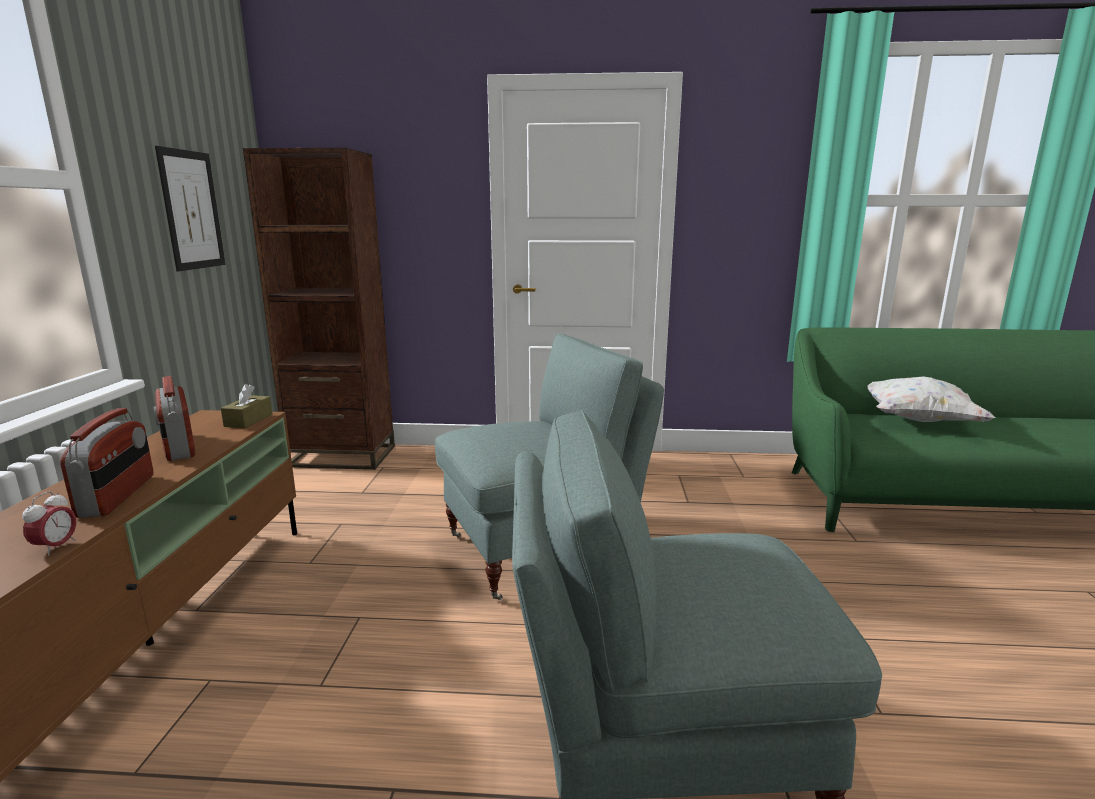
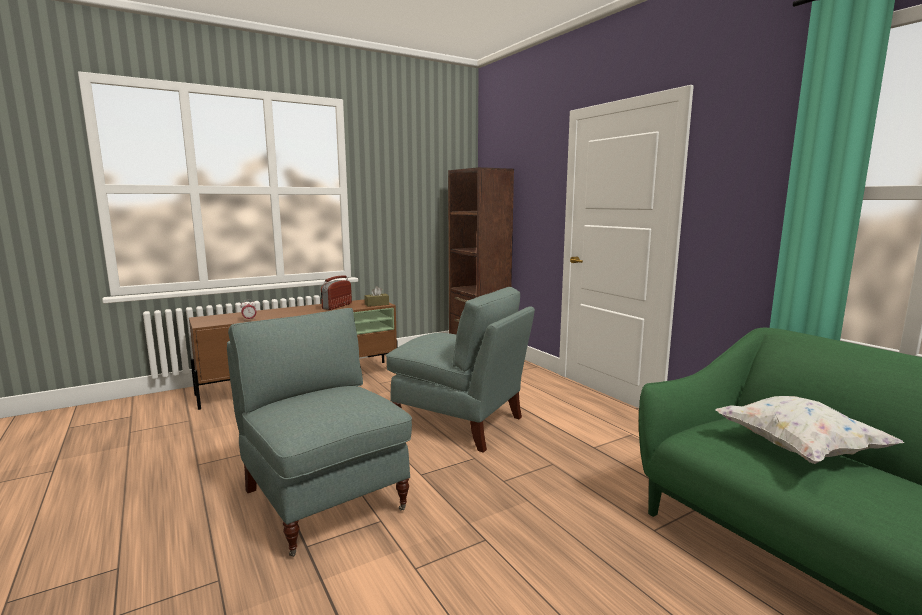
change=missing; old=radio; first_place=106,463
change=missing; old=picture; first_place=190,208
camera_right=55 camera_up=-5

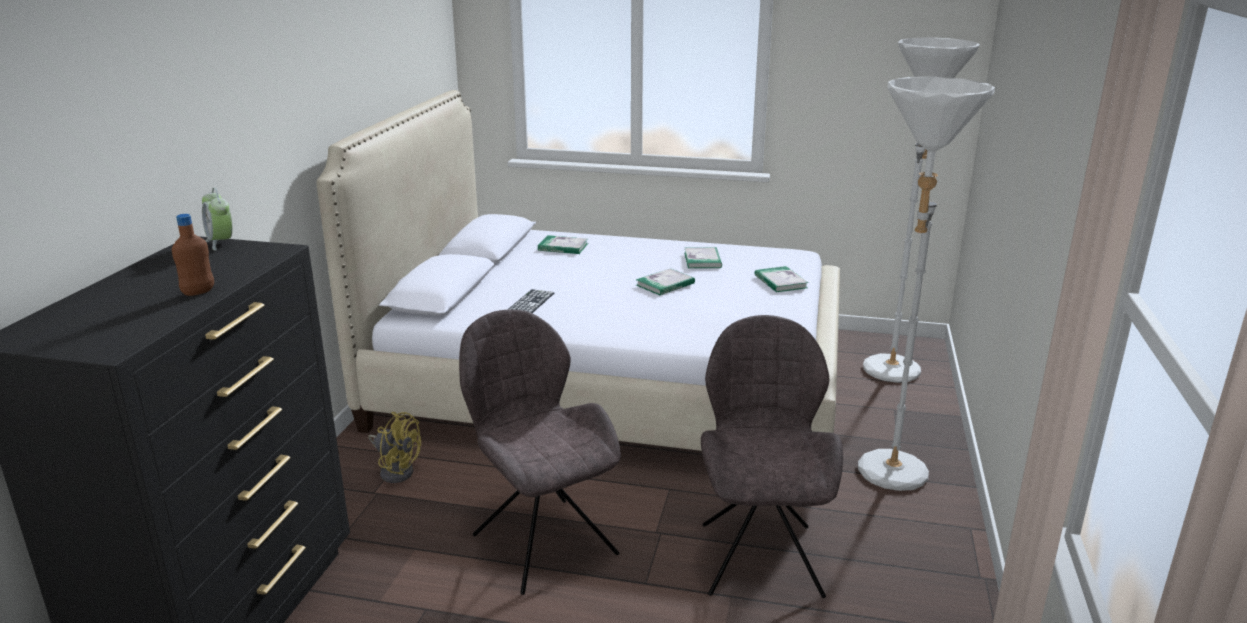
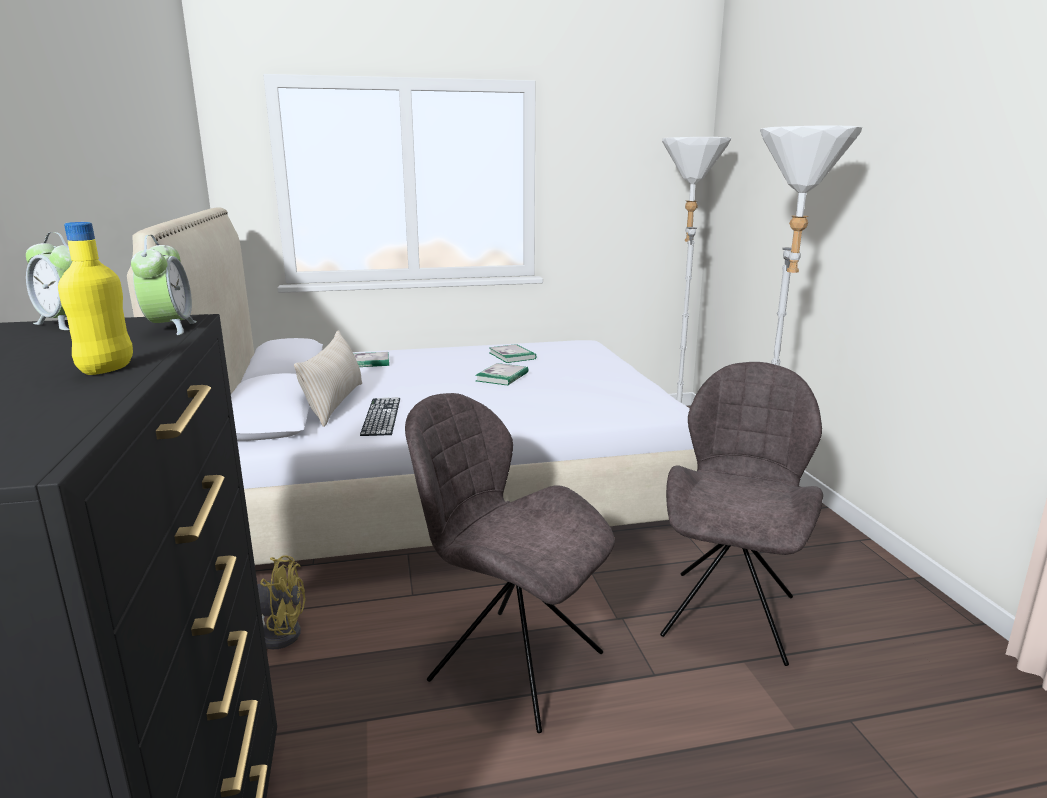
change=colour; old=bottle/brown; new=bottle/yellow; first_place=193,255; second_place=95,298
change=appeared; new=alarm clock; second_place=164,285
change=appeared; new=pillow/beige; second_place=328,378
change=spun; old=chair/grey; first_place=772,456; second_place=741,514; degrees=45
change=missing; old=book; first_place=782,279
camera_right=-25 camera_up=-5

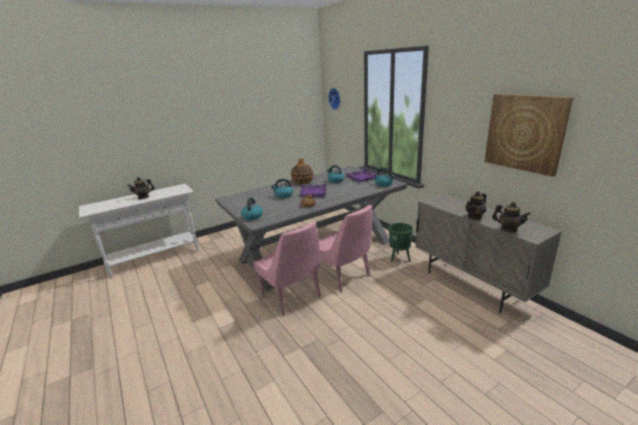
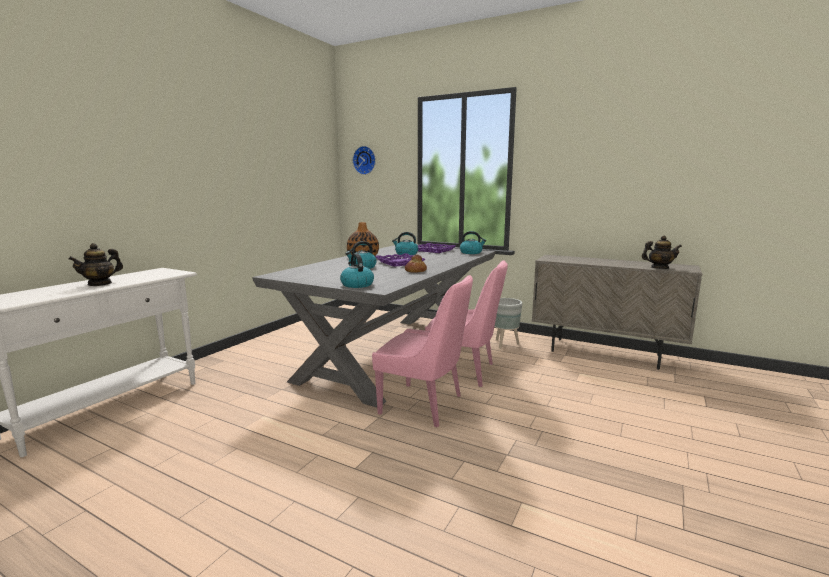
change=colour; old=planter/green; new=planter/grey; first_place=401,242; second_place=508,323
change=missing; old=teapot; first_place=476,205
change=missing; old=picture; first_place=529,135
camera_right=-30 camera_up=-10

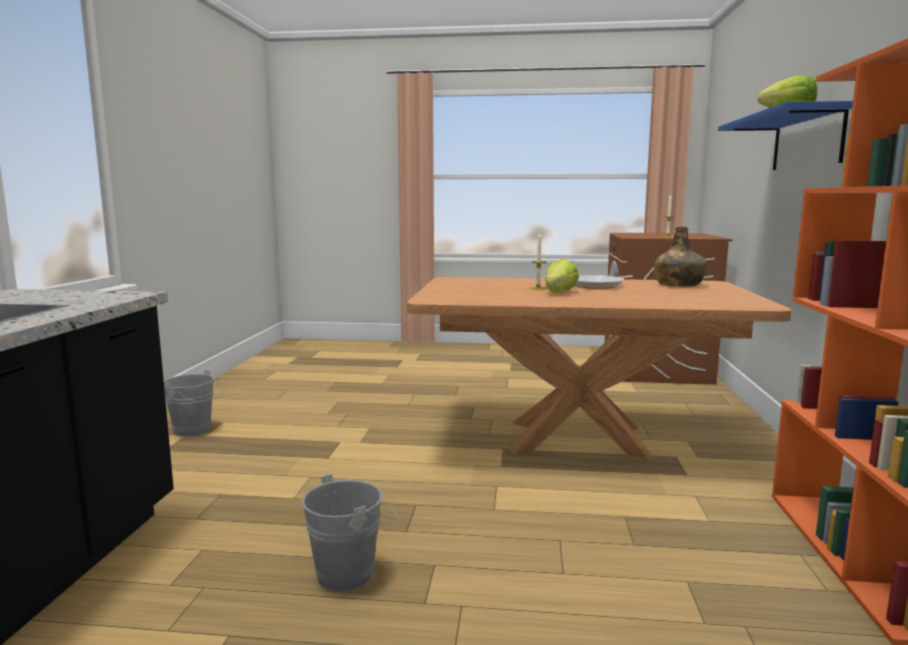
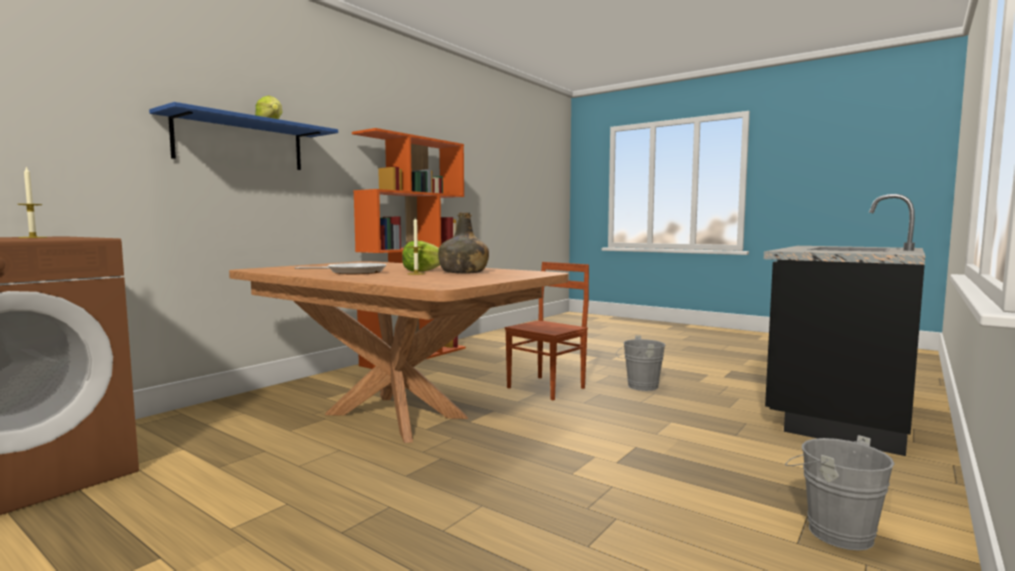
change=relocated; old=bottle/green; first_place=680,257; second_place=463,243
change=appeared; new=chair/brown; second_place=547,331
camera_right=-150 camera_up=-5

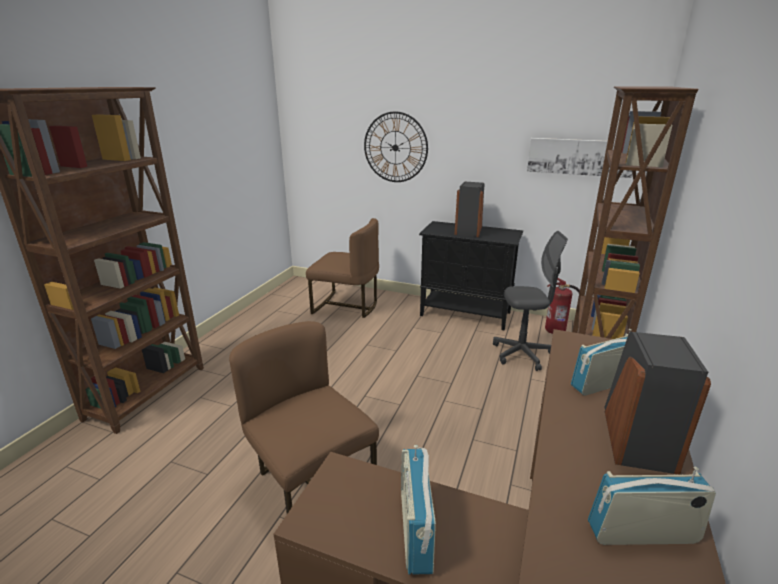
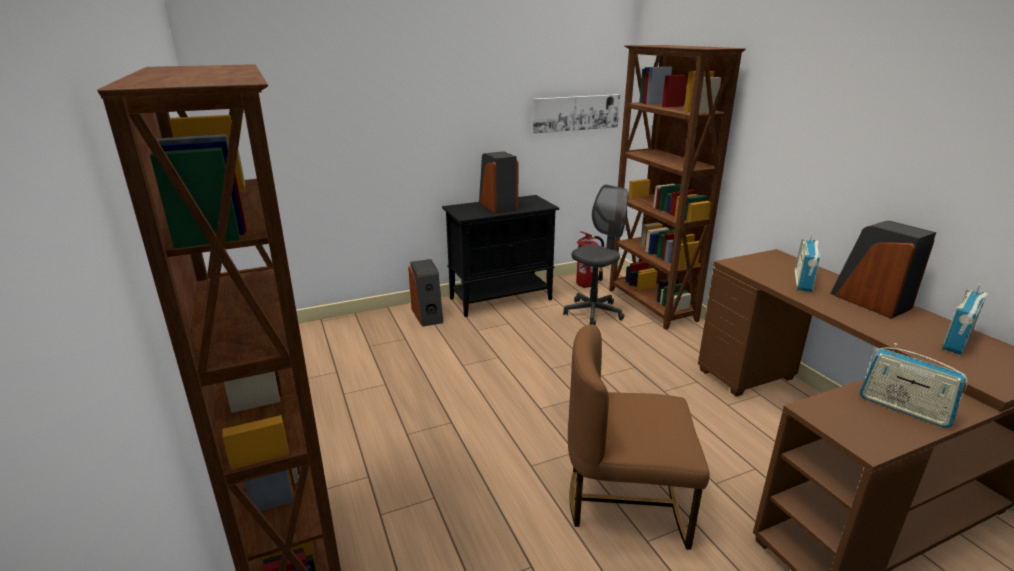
change=appeared; new=speaker; second_place=425,293
change=missing; old=chair/brown; first_place=342,268
change=missing; old=wall clock; first_place=396,146
camera_right=-45 camera_up=0

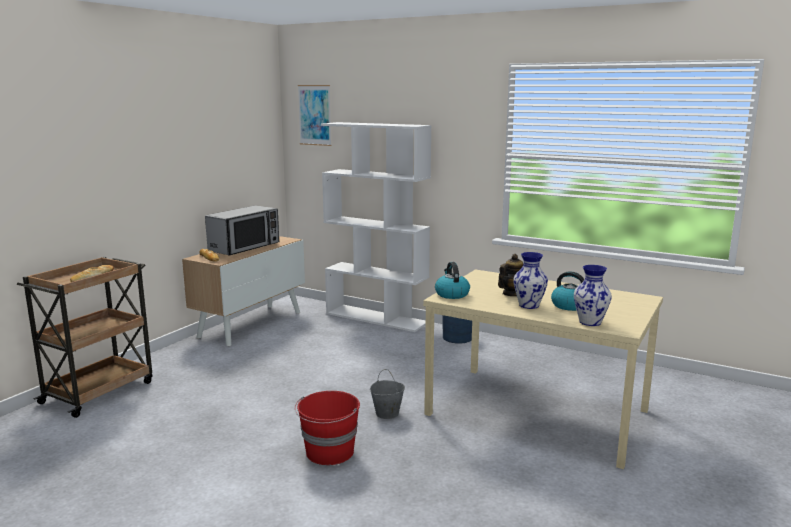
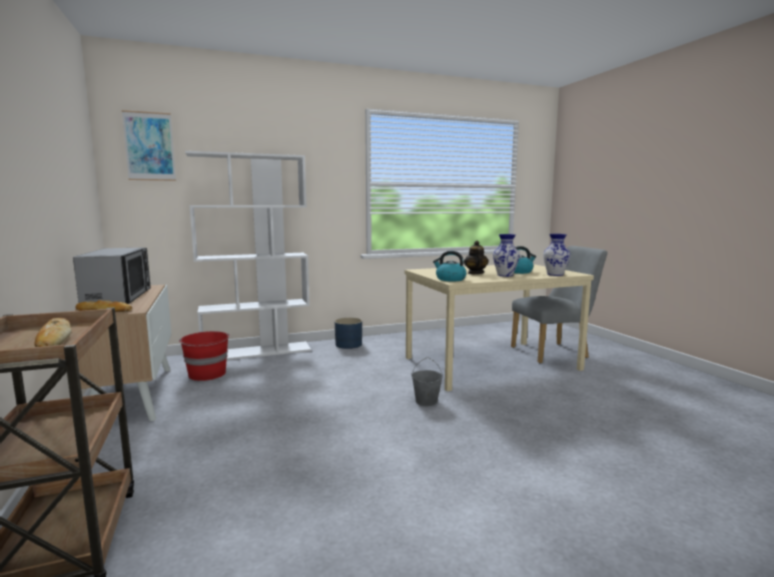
change=relocated; old=bucket/red; first_place=327,428; second_place=204,356
change=appeared; new=chair/grey; second_place=559,305
camera_right=-50 camera_up=-5

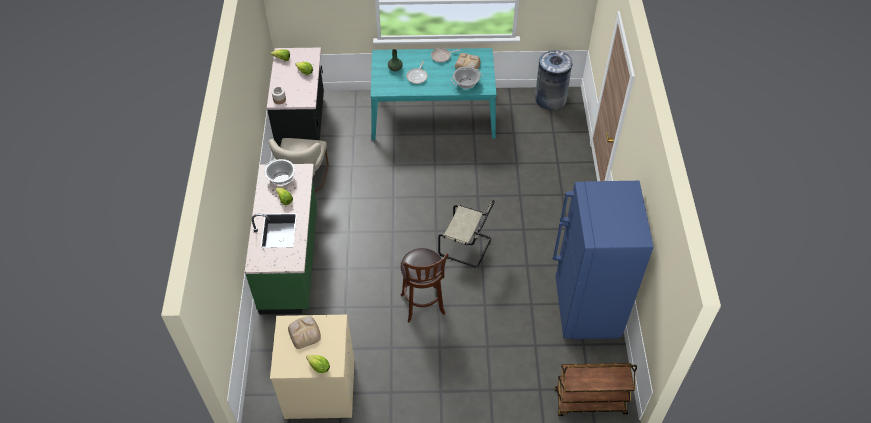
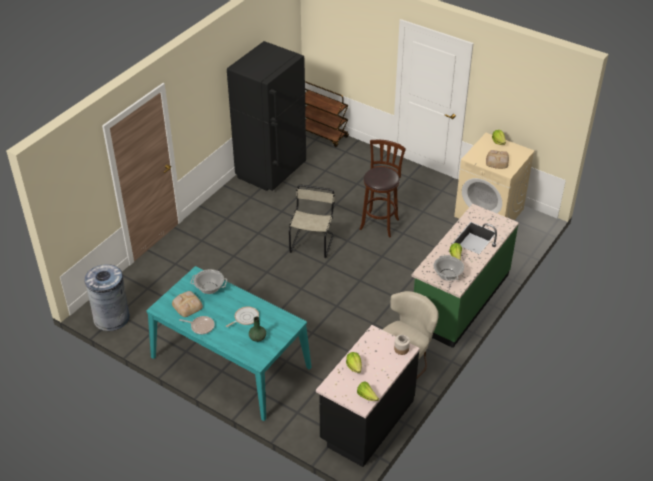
change=colour; old=fridge/blue; new=fridge/black; first_place=603,260; second_place=266,116
change=spun; old=chair/beige; first_place=466,233; second_place=312,221; degrees=45
camera_right=-145 camera_up=-10

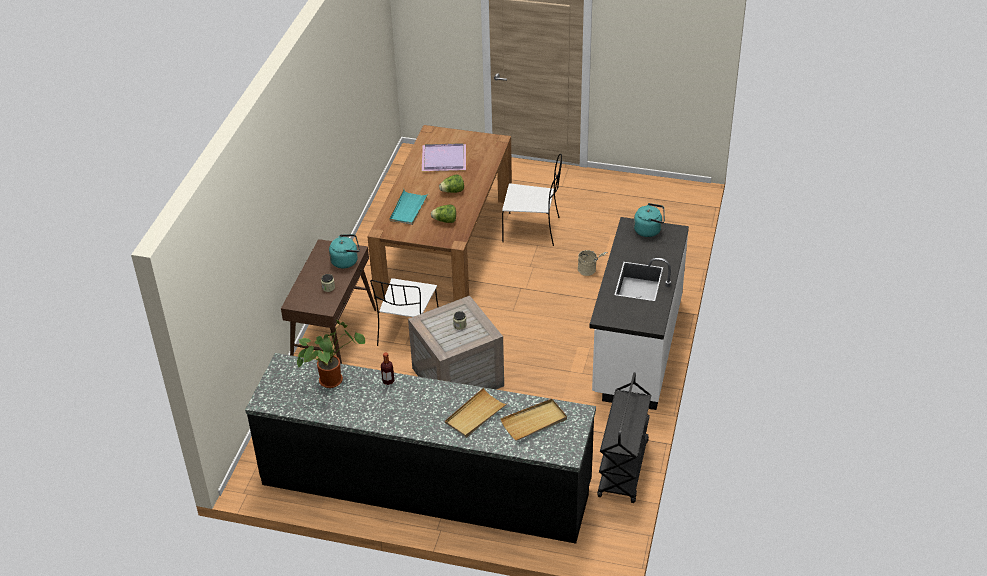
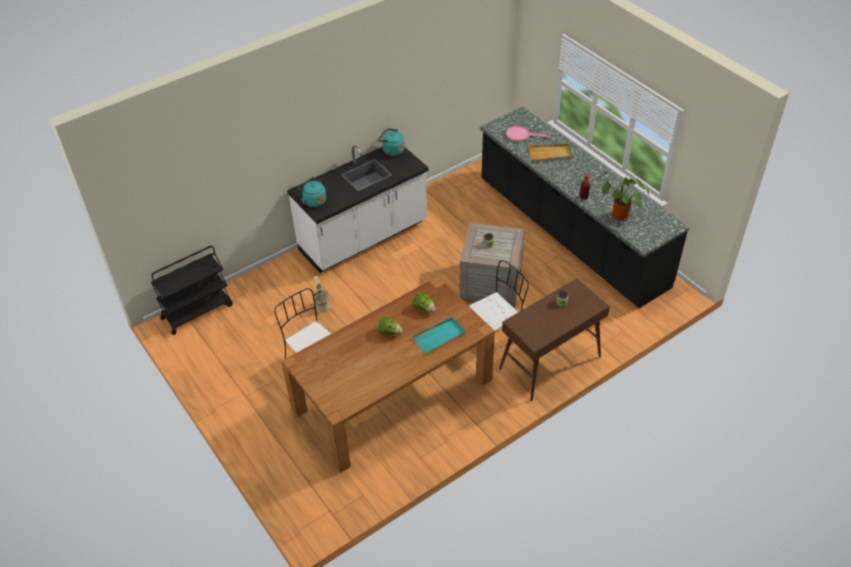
change=relocated; old=cart/black; first_place=624,438; second_place=192,290
change=relocated; old=kettle/turquoise; first_place=344,251; second_place=391,142
change=exchanged; old=tray/beige; new=frying pan/pink; first_place=533,420; second_place=528,133
change=missing; old=tray/purple; first_place=444,157
camera_right=-140 camera_up=5

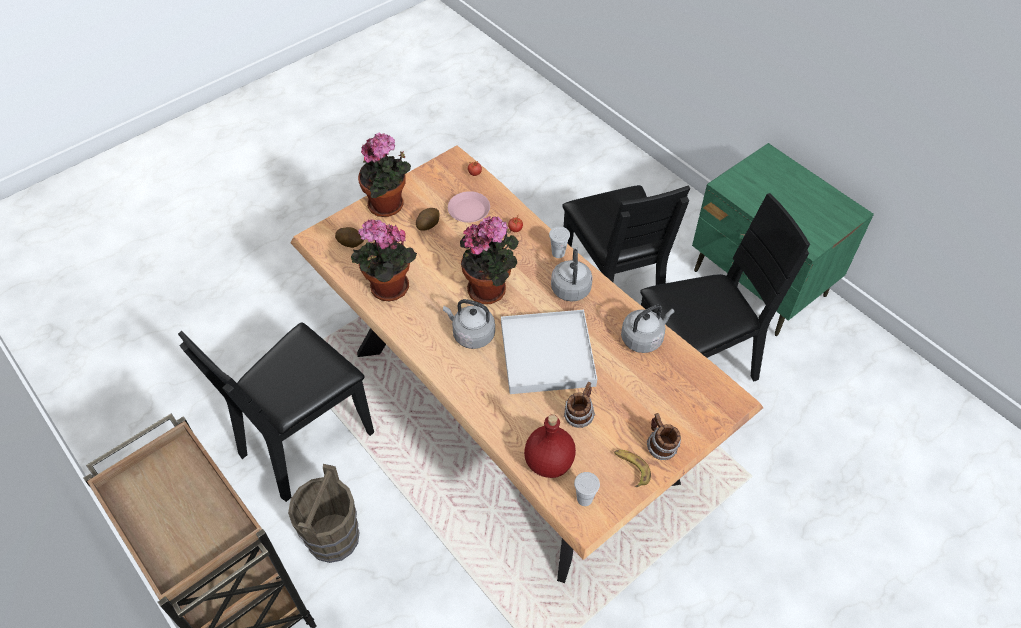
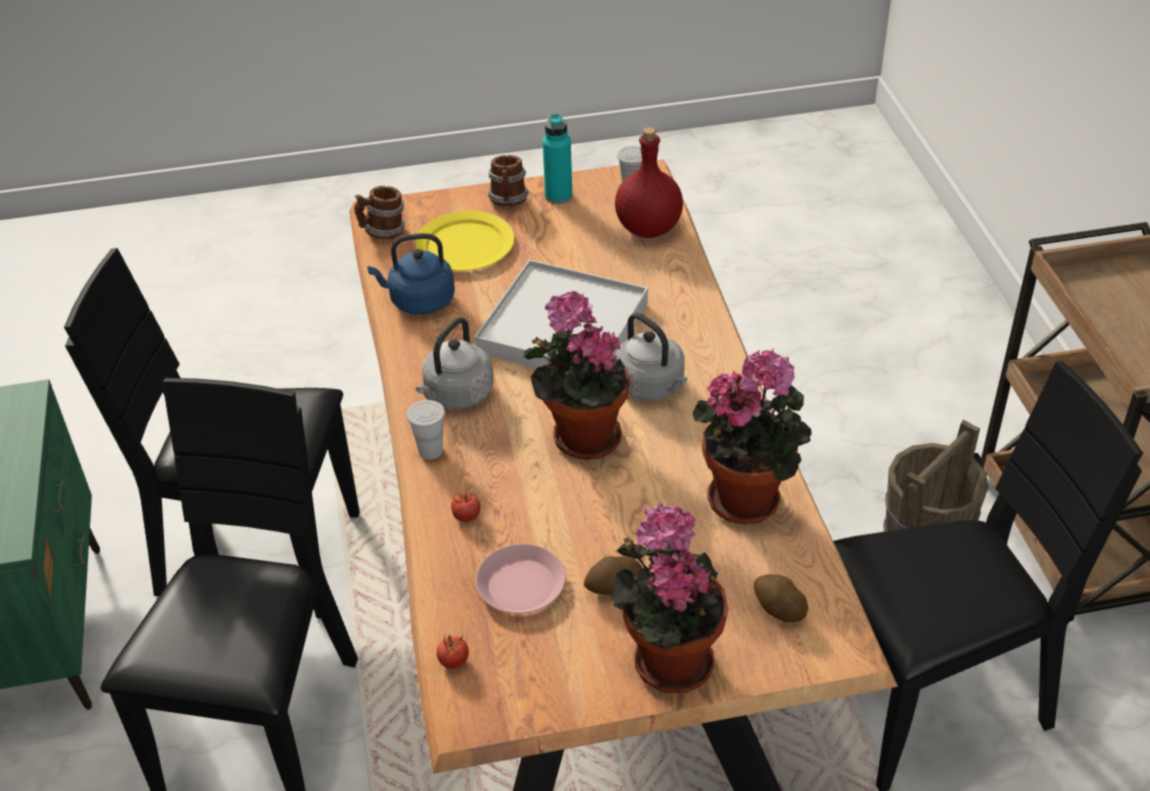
change=relocated; old=mug; first_place=579,405; second_place=379,213
change=colour; old=kettle/grey; new=kettle/blue; first_place=648,328; second_place=411,274
change=appeared; new=plate/yellow; second_place=464,241
change=exchanged; old=banana; new=bottle/turquoise; first_place=632,468; second_place=558,158
camera_right=-150 camera_up=-10

